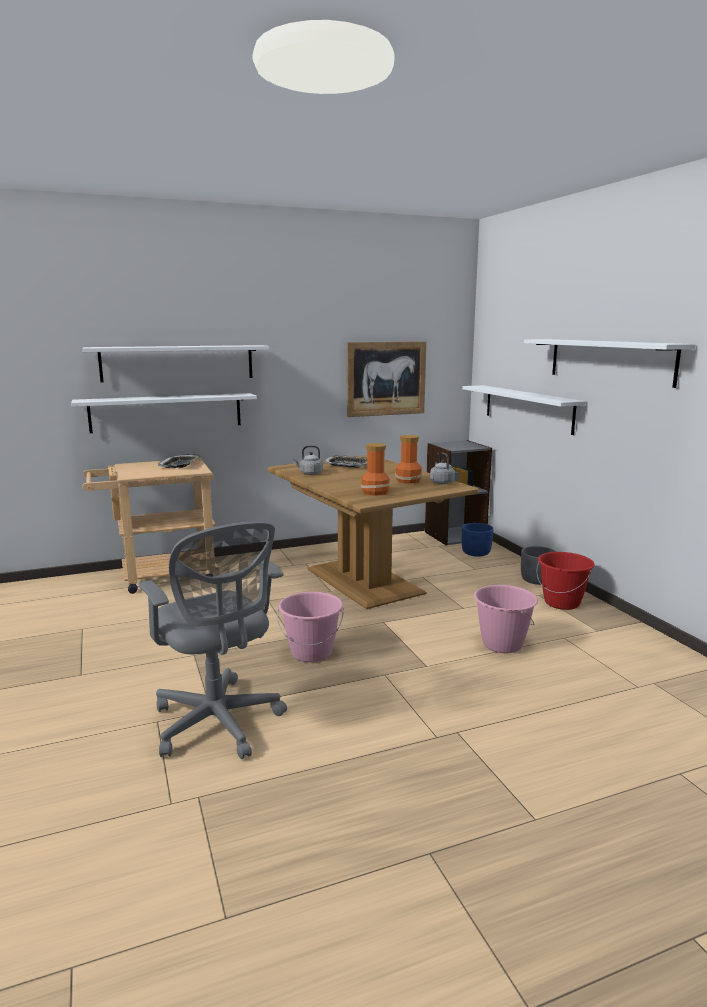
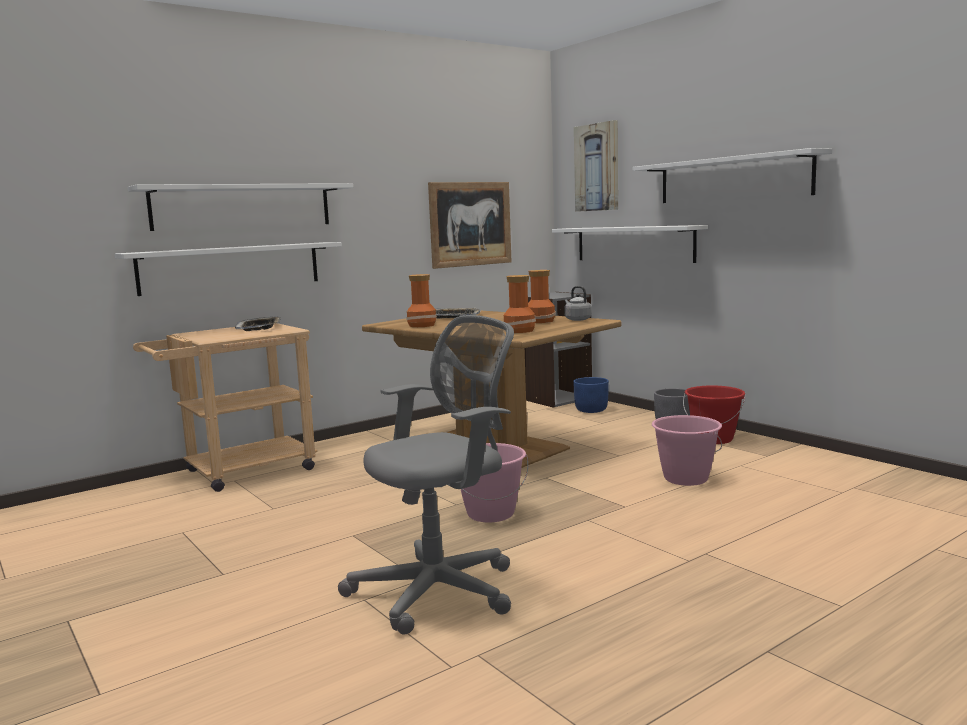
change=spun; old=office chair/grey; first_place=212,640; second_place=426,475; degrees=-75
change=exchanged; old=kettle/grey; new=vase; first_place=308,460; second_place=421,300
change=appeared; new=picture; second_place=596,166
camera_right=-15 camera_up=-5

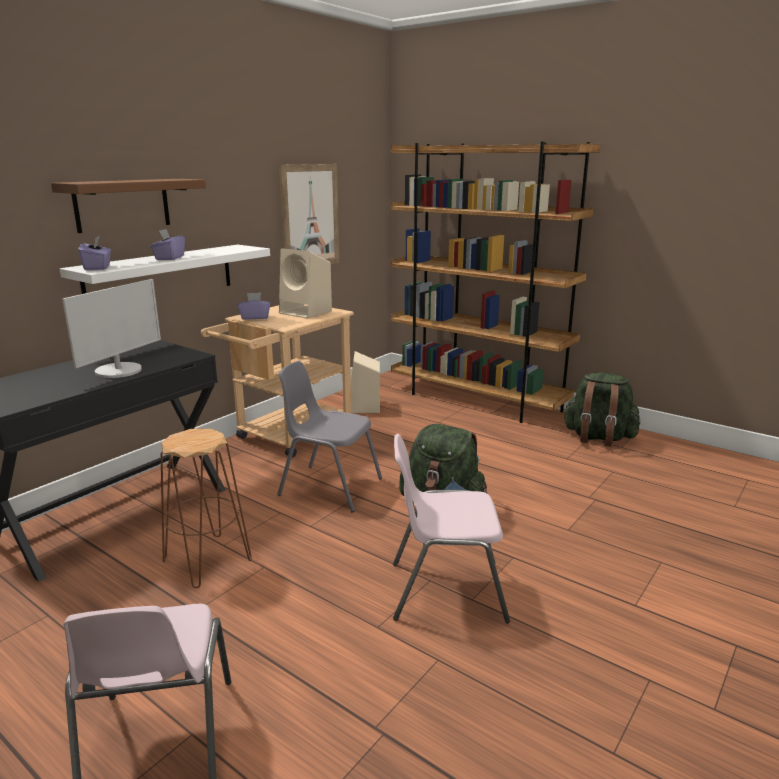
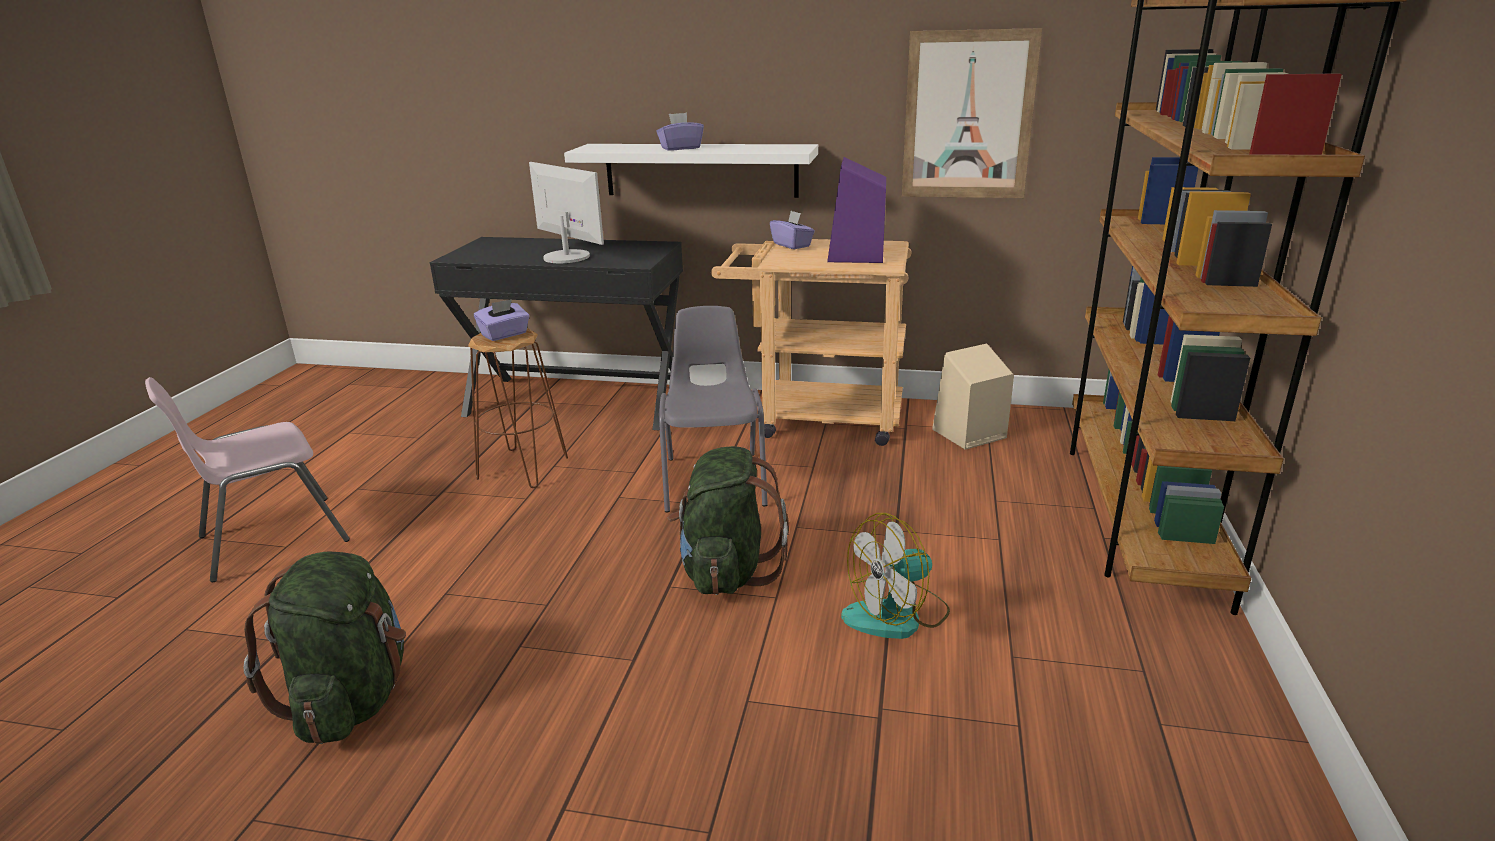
change=relocated; old=backpack/green; first_place=601,409; second_place=325,648
change=relocated; old=tissue box/purple; first_place=94,253; second_place=501,320
change=spun; old=monitor; first_place=111,328; second_place=566,212; degrees=-135
change=colour; old=speaker/beige; new=speaker/purple; first_place=305,283; second_place=856,210
change=appeared; new=fan; second_place=895,576
change=missing; old=shelf/brown; first_place=128,206
change=missing; old=chair/pink; first_place=451,529
camera_right=65 camera_up=5

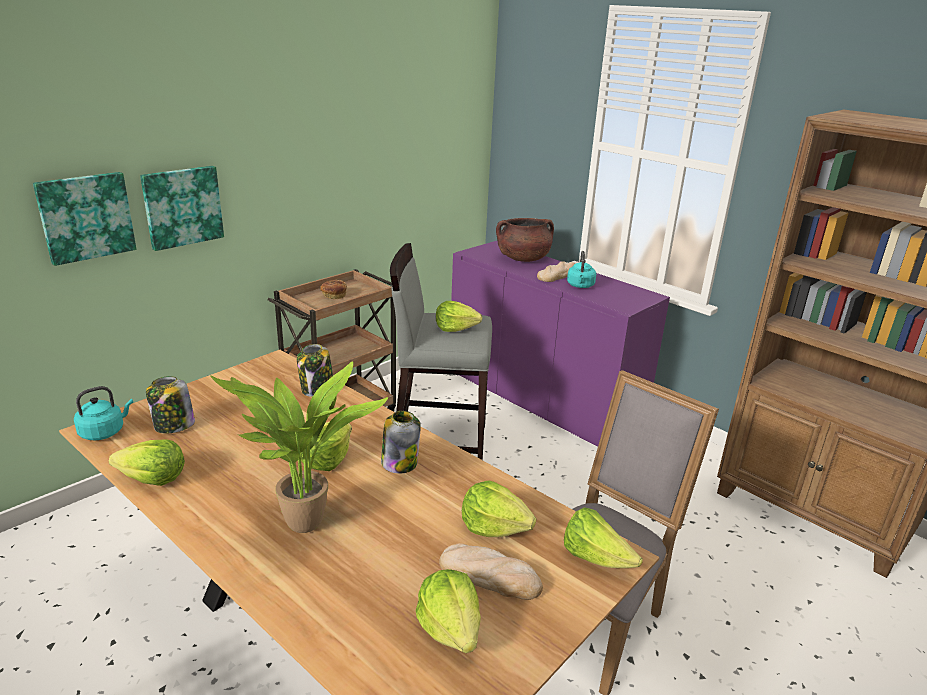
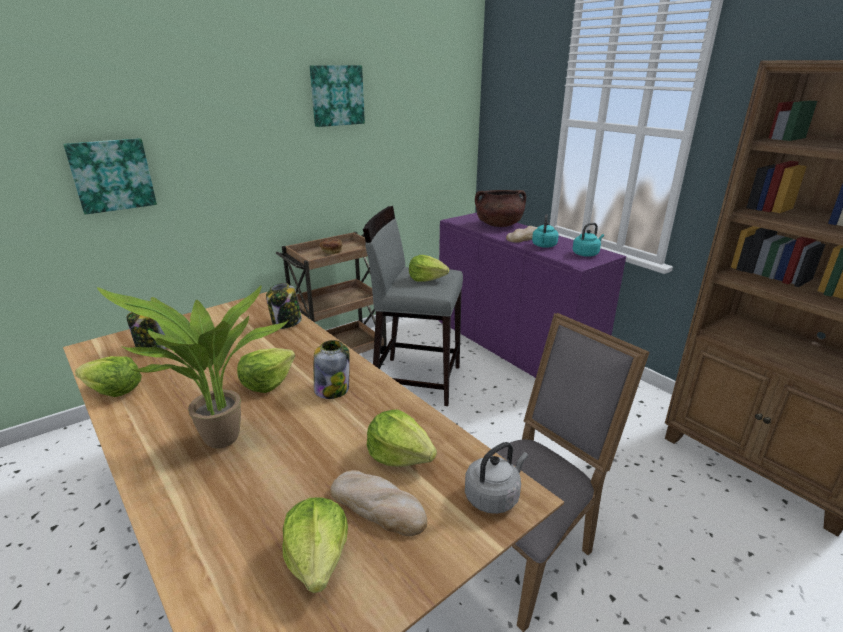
change=relocated; old=picture; first_place=182,208; second_place=337,96
change=exchanged; old=lettuce; new=kettle/grey; first_place=603,538; second_place=496,478
change=relocated; old=kettle/turquoise; first_place=103,413; second_place=588,240
camera_right=10 camera_up=0

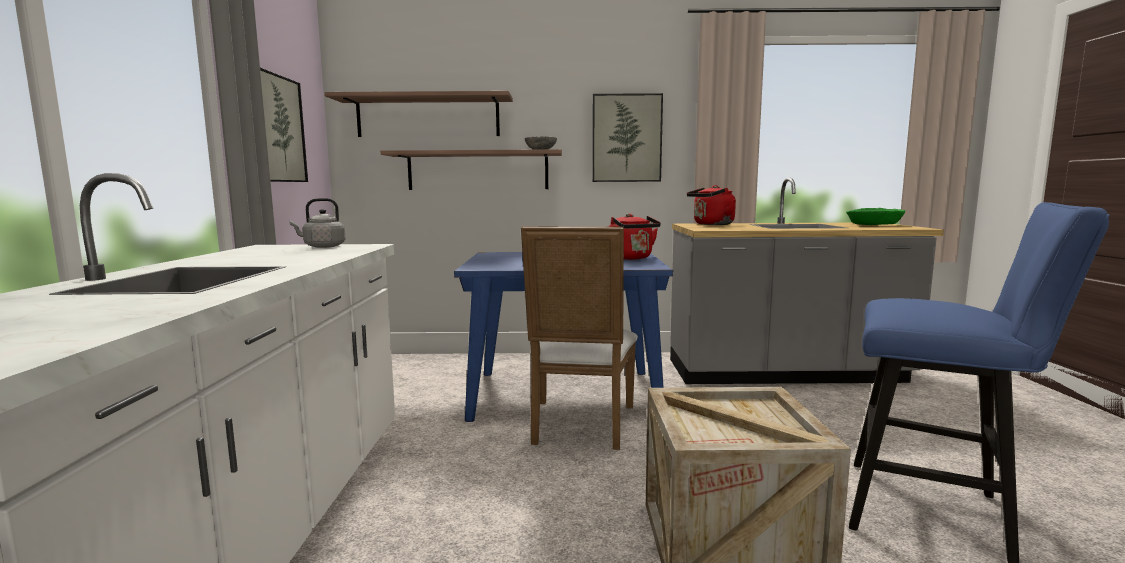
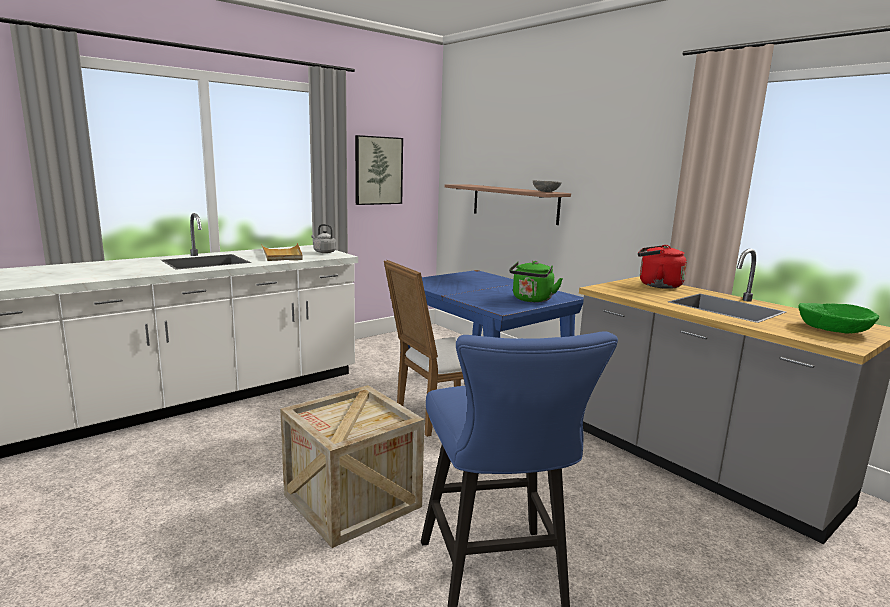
change=appeared; new=tray/beige; second_place=282,252
change=colour; old=kettle/red; new=kettle/green; first_place=634,236; second_place=536,281
change=missing; old=shelf; first_place=418,114
change=missing; old=picture; first_place=627,137
camera_right=50 camera_up=5

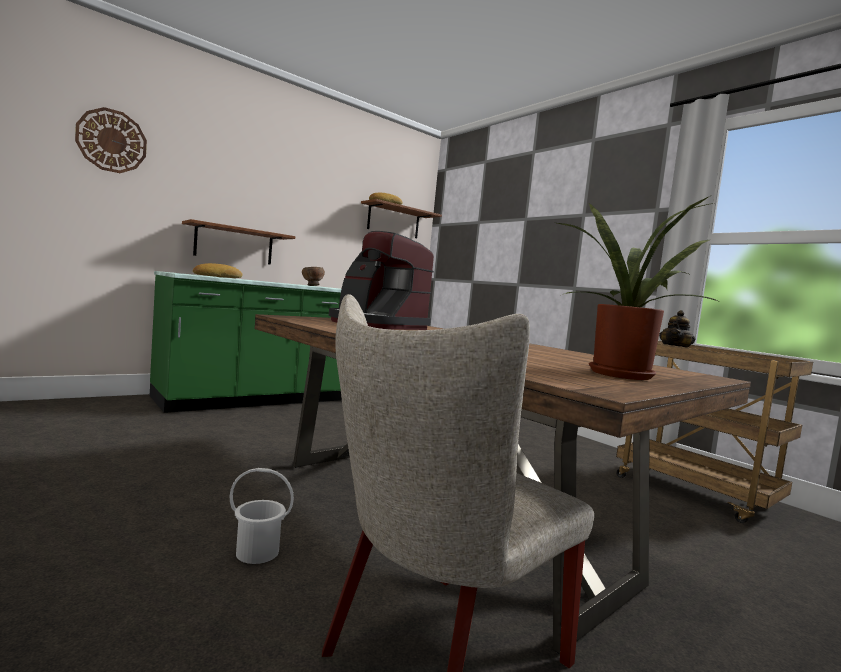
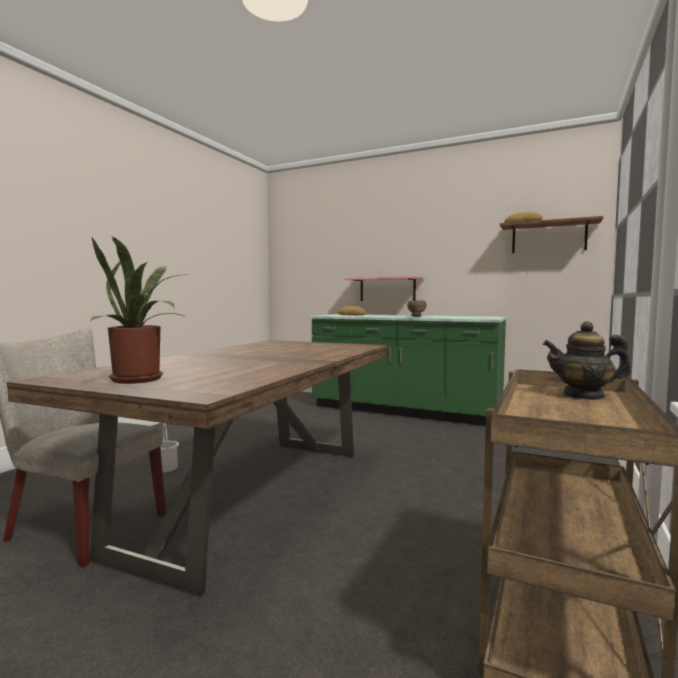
change=colour; old=shelf/brown; new=shelf/pink; first_place=238,242; second_place=384,288
change=missing; old=wall clock; first_place=111,140
change=missing; old=coffee machine; first_place=381,280
camera_right=65 camera_up=0

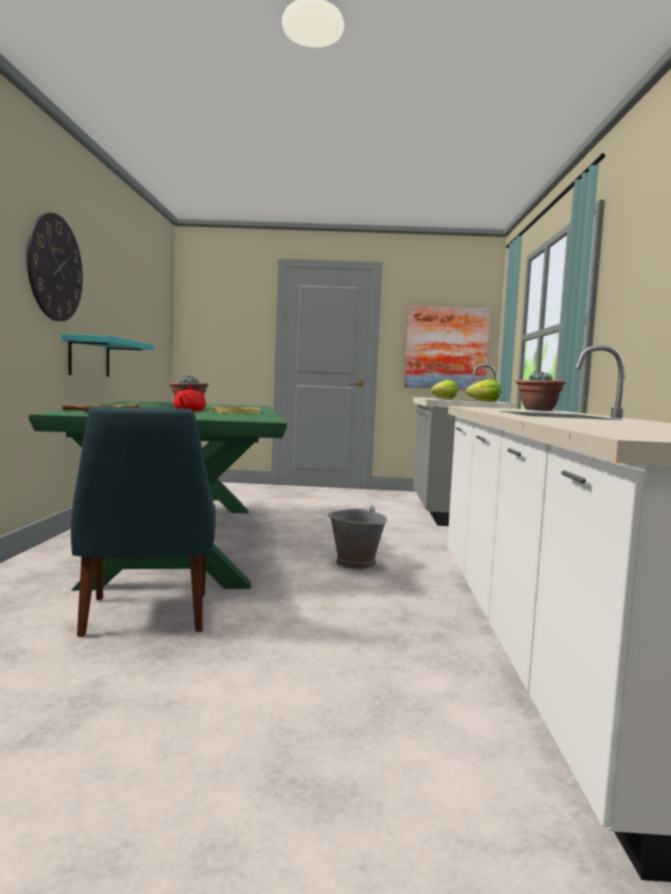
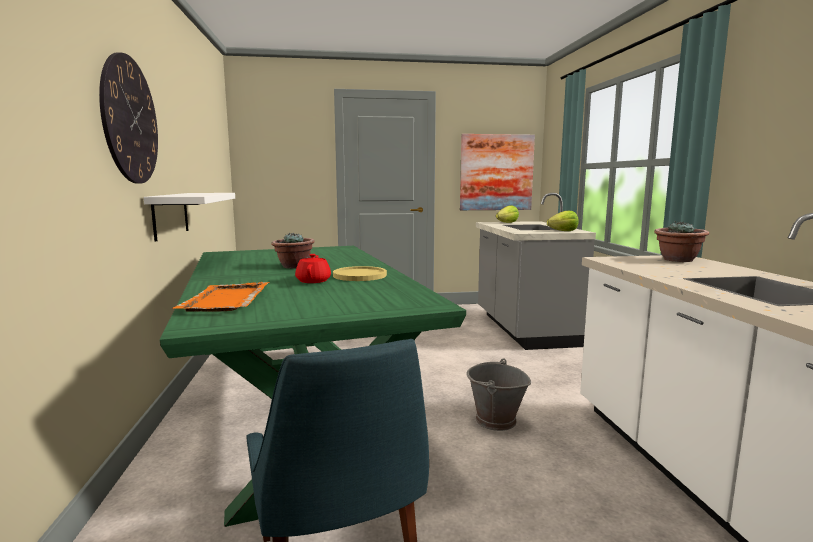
change=colour; old=shelf/turquoise; new=shelf/white; first_place=107,355; second_place=189,217
camera_right=-10 camera_up=5

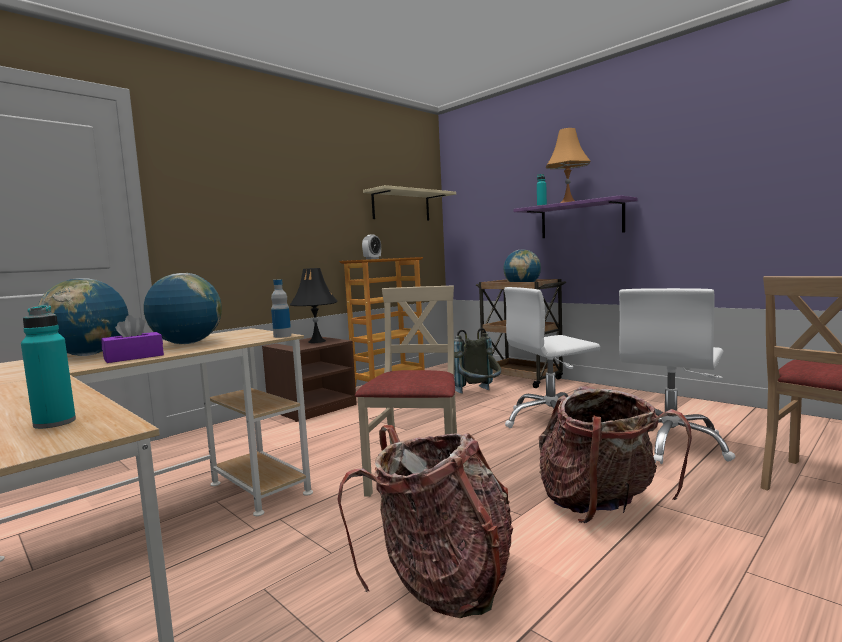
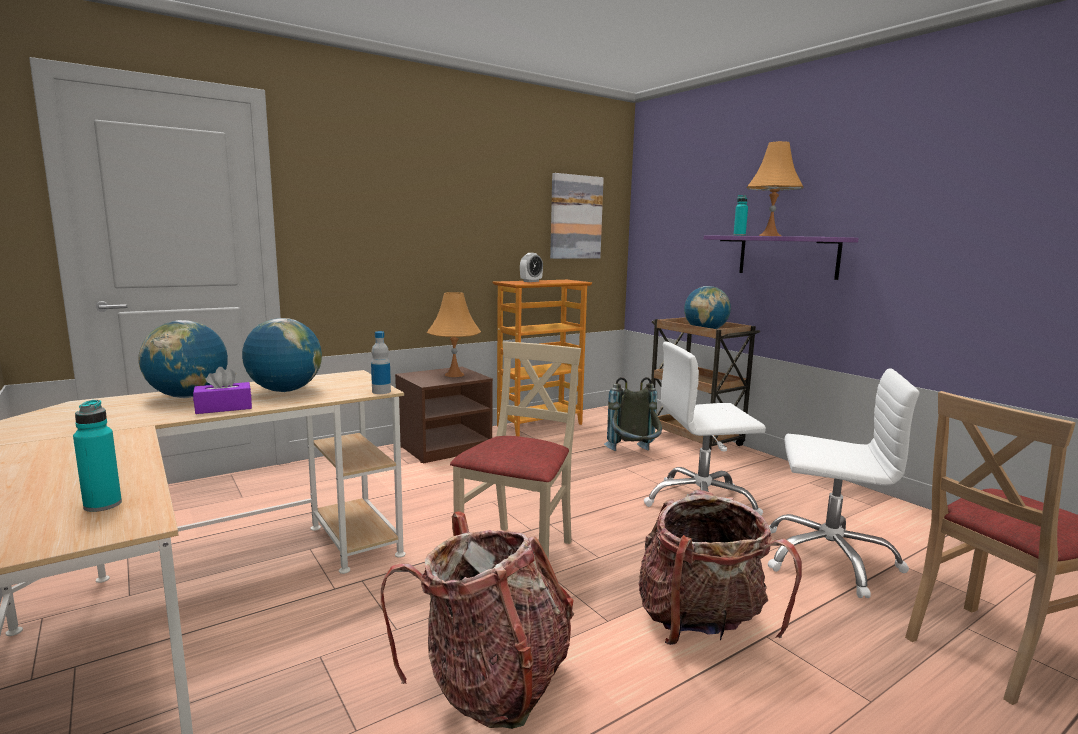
change=colour; old=table lamp/black; new=table lamp/orange; first_place=314,305; second_place=454,334
change=exchanged; old=shelf/beige; new=picture; first_place=409,203; second_place=577,216
change=spun; old=office chair/white; first_place=677,376; second_place=843,483; degrees=-120
camera_right=10 camera_up=5

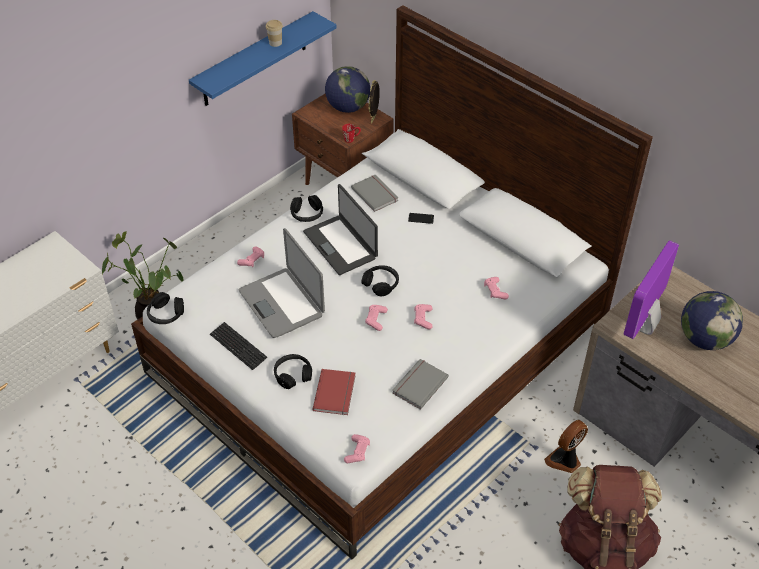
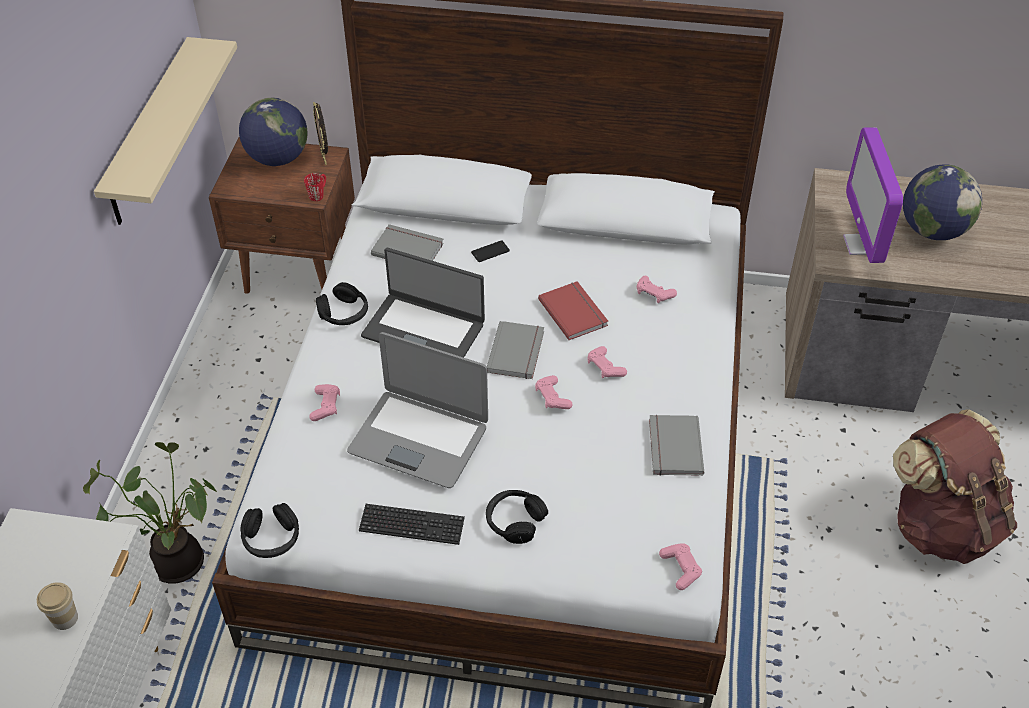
change=relocated; old=cup; first_place=274,33; second_place=57,606
change=colour; old=shelf/blue; new=shelf/beige; first_place=263,58; second_place=165,131
change=exchanged; old=headphones/black; new=book/grey; first_place=380,280; second_place=515,350
change=relocated; old=book/red; first_place=334,392; second_place=573,310
change=missing; old=fan; first_place=566,446
camera_right=-35 camera_up=0

